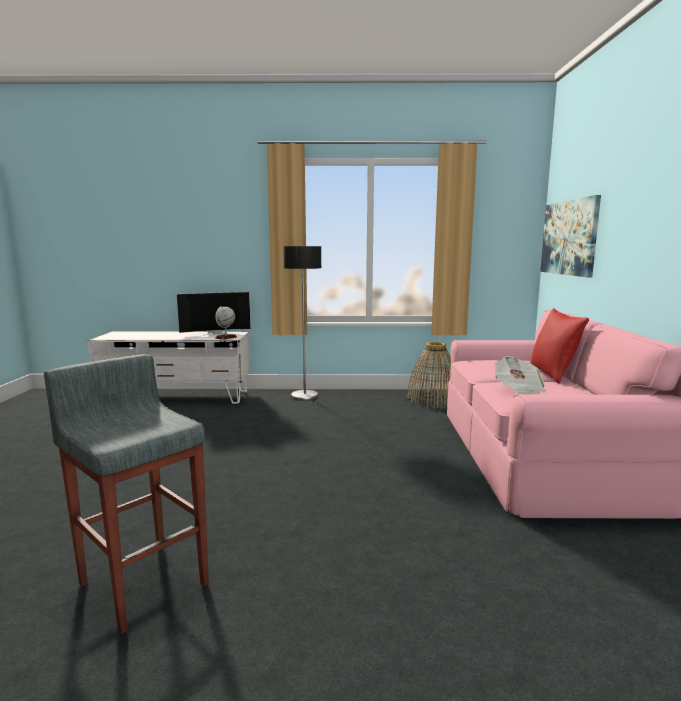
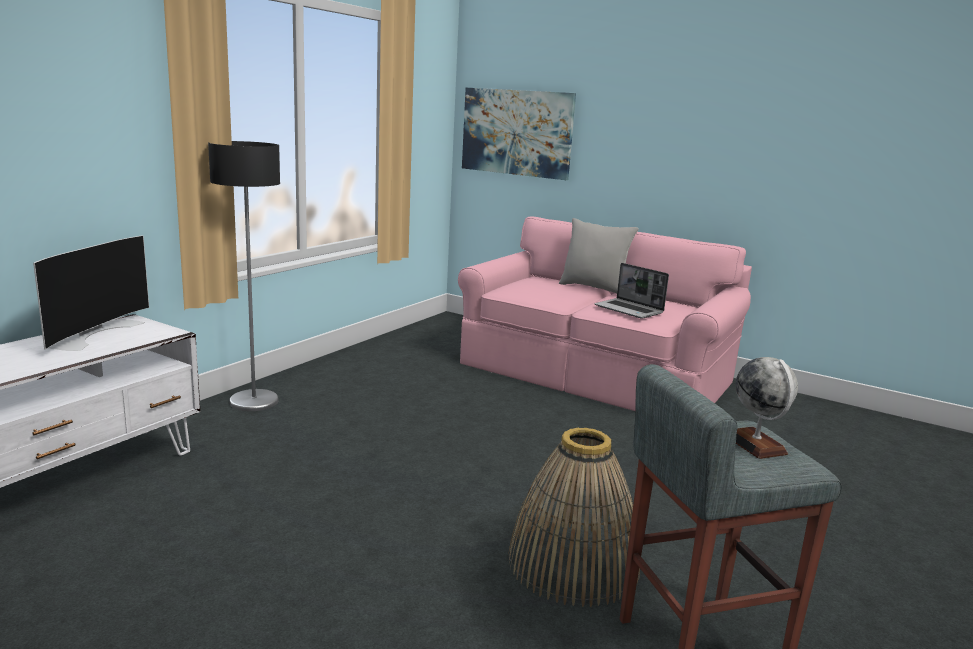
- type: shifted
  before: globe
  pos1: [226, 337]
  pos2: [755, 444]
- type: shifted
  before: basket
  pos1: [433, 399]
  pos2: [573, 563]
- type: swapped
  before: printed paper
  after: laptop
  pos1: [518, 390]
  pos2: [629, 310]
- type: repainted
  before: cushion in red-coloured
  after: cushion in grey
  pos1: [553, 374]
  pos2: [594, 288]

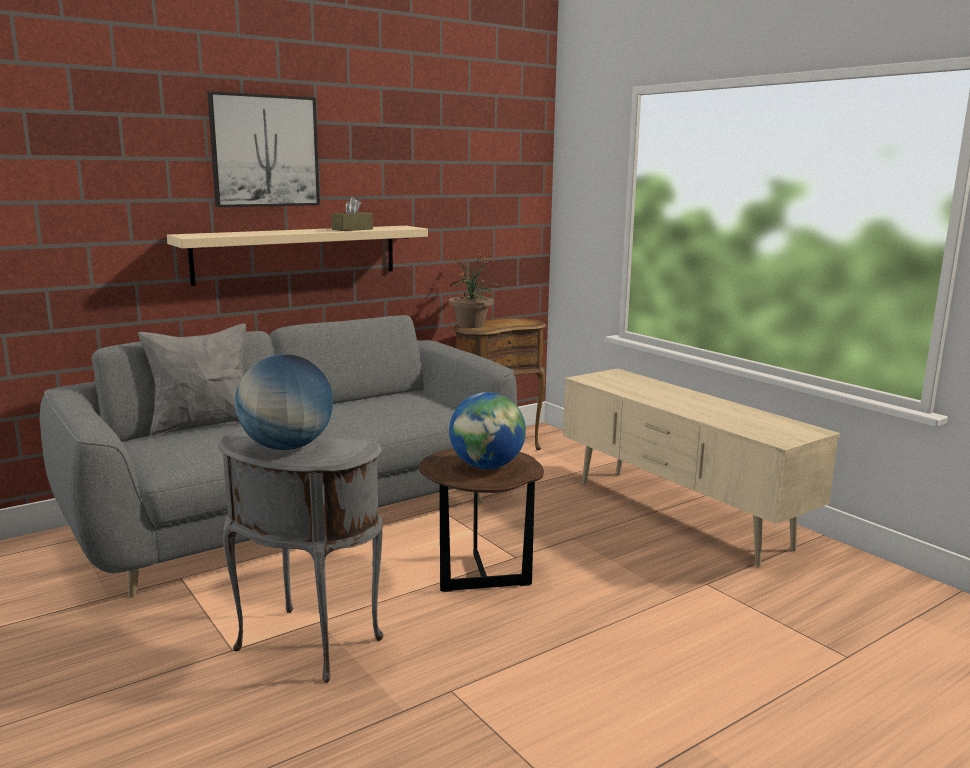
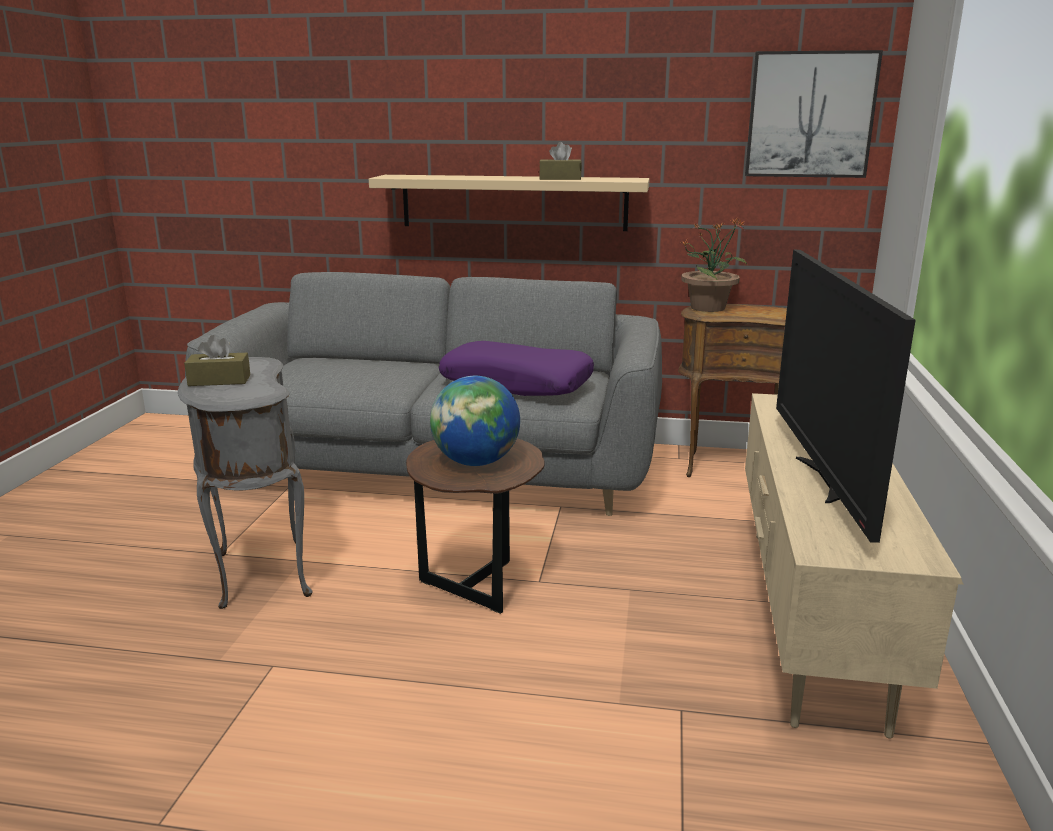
- type: gone
  before: cushion in grey
  pos1: [203, 425]
- type: new
  after: cushion in purple
  pos2: [517, 383]
- type: new
  after: television
  pos2: [822, 480]
- type: shifted
  before: wall picture
  pos1: [264, 151]
  pos2: [810, 115]
- type: swapped
  before: globe
  after: tissue box in brown
  pos1: [287, 447]
  pos2: [219, 380]

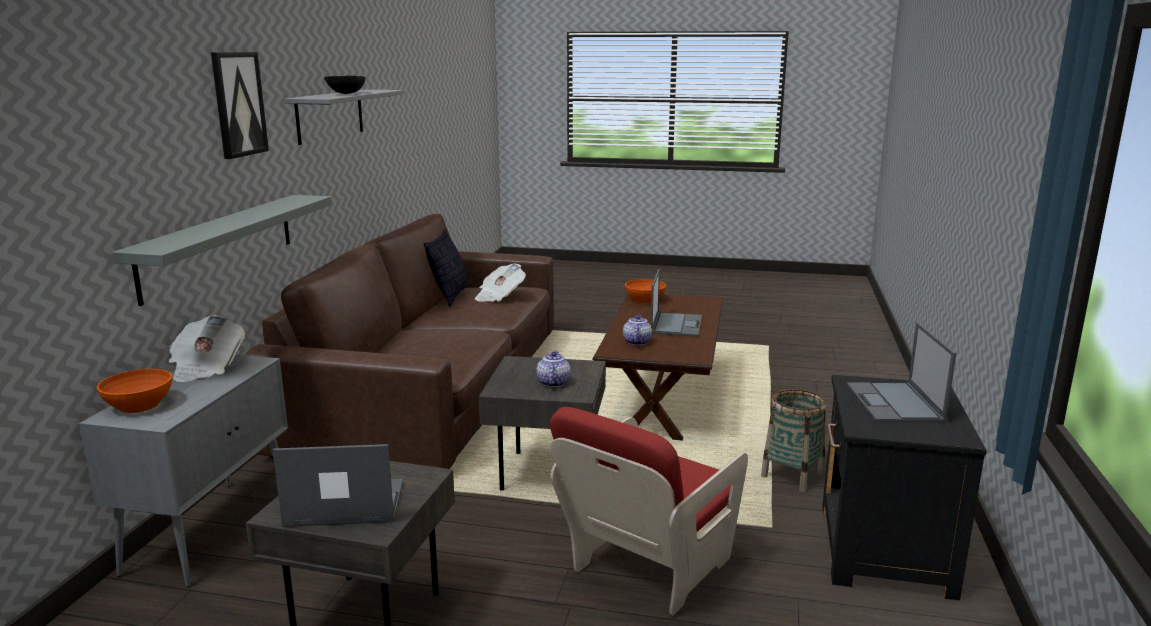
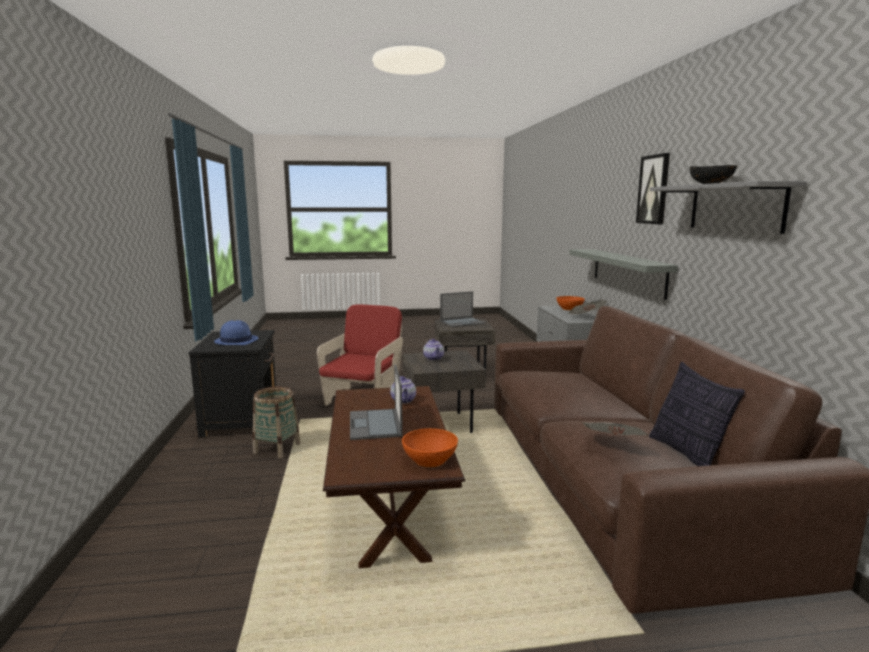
- type: swapped
  before: laptop
  after: clothing hat in bluish
  pos1: [895, 403]
  pos2: [236, 340]

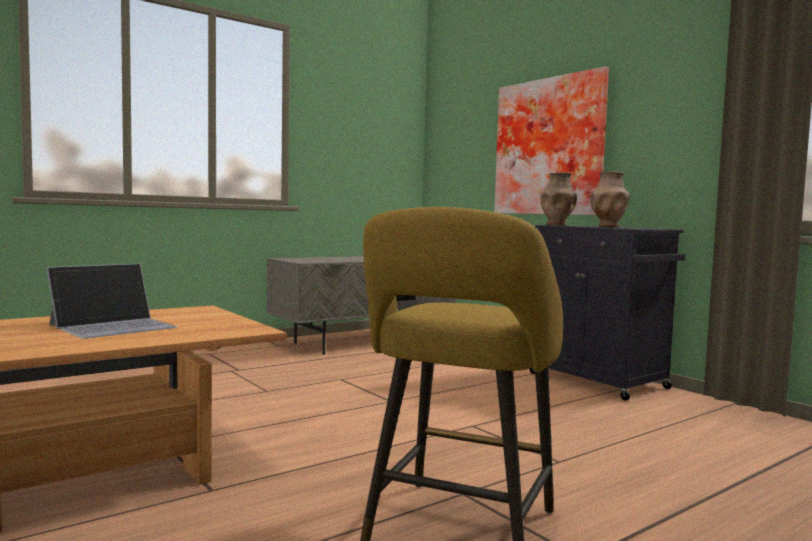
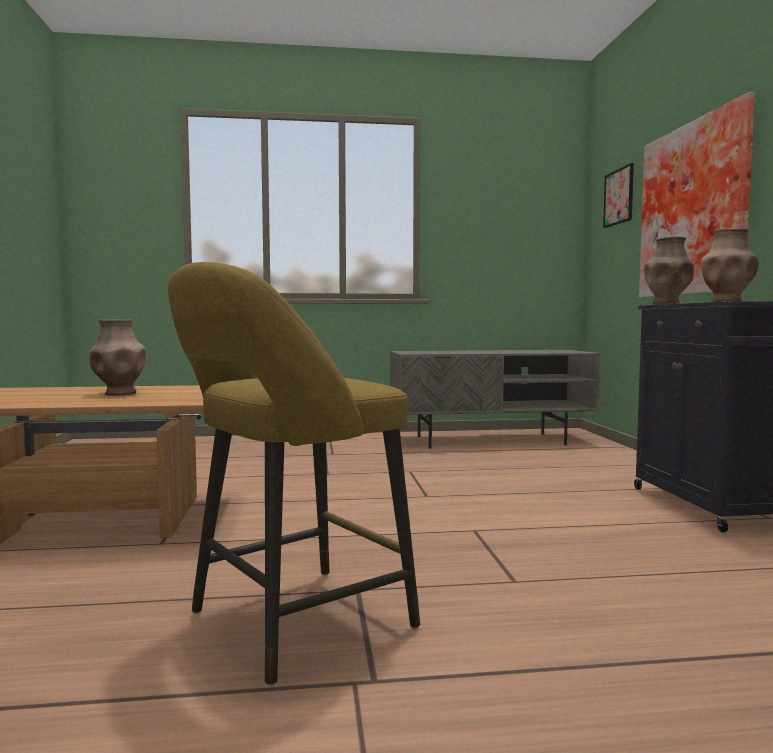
- type: new
  after: wall picture
  pos2: [619, 197]
- type: swapped
  before: laptop
  after: decorative vase in brown
  pos1: [114, 326]
  pos2: [119, 394]

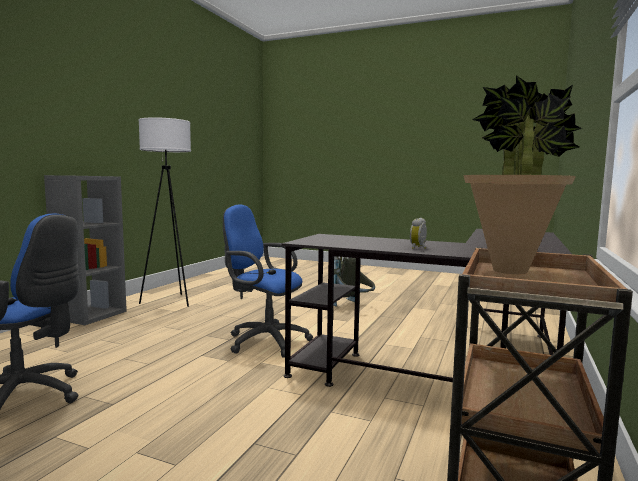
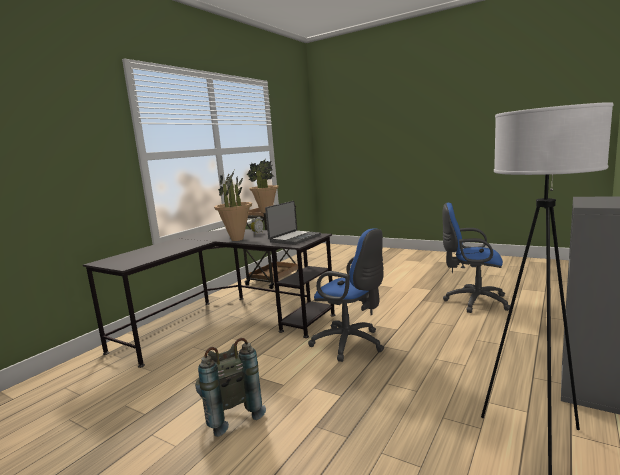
- type: new
  after: potted plant
  pos2: [237, 239]
- type: new
  after: laptop
  pos2: [294, 238]

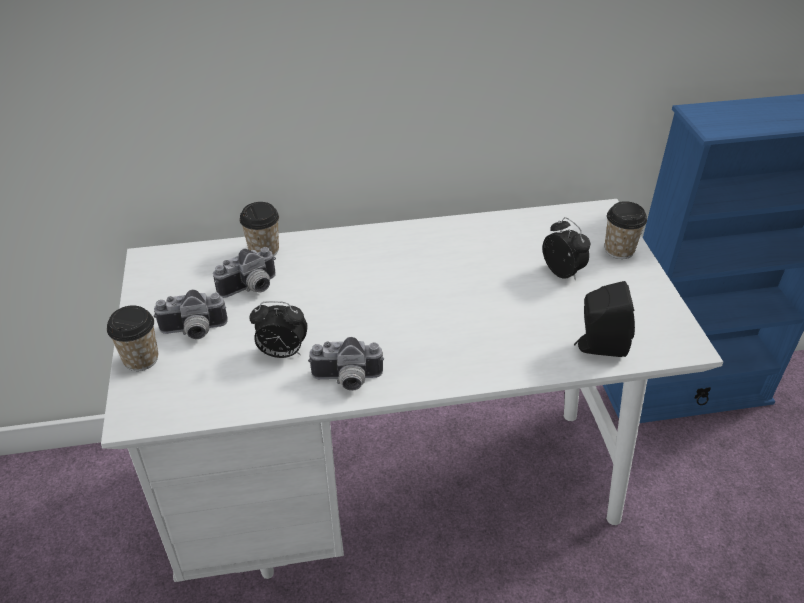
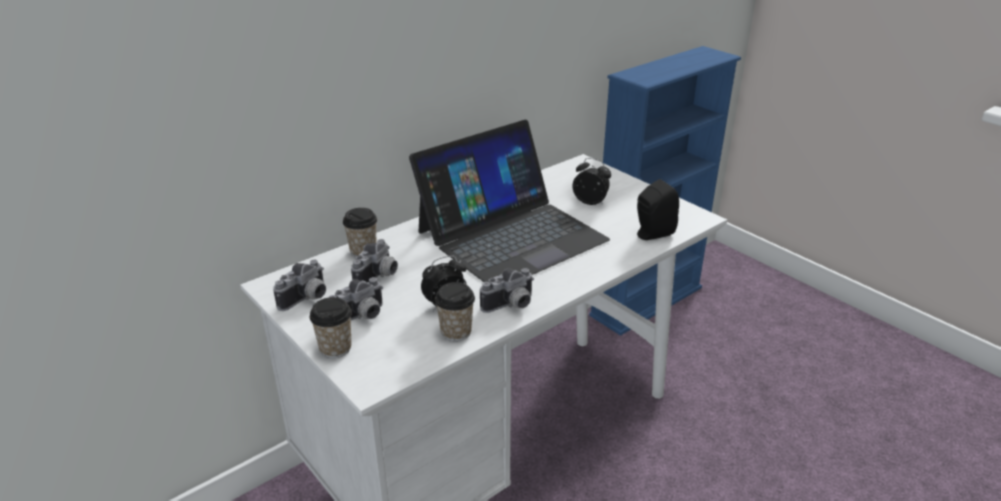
- type: new
  after: photo camera
  pos2: [307, 299]
- type: new
  after: laptop
  pos2: [511, 235]
- type: shifted
  before: small cup
  pos1: [619, 250]
  pos2: [456, 332]

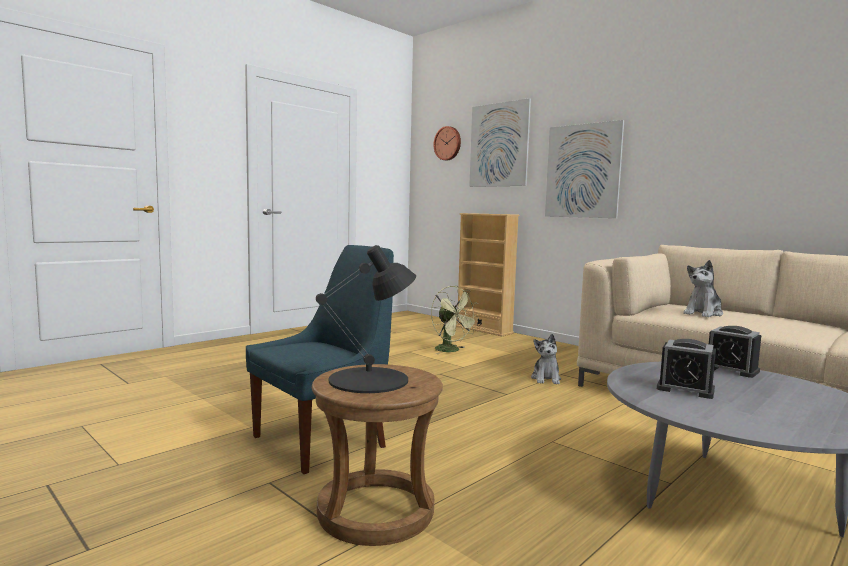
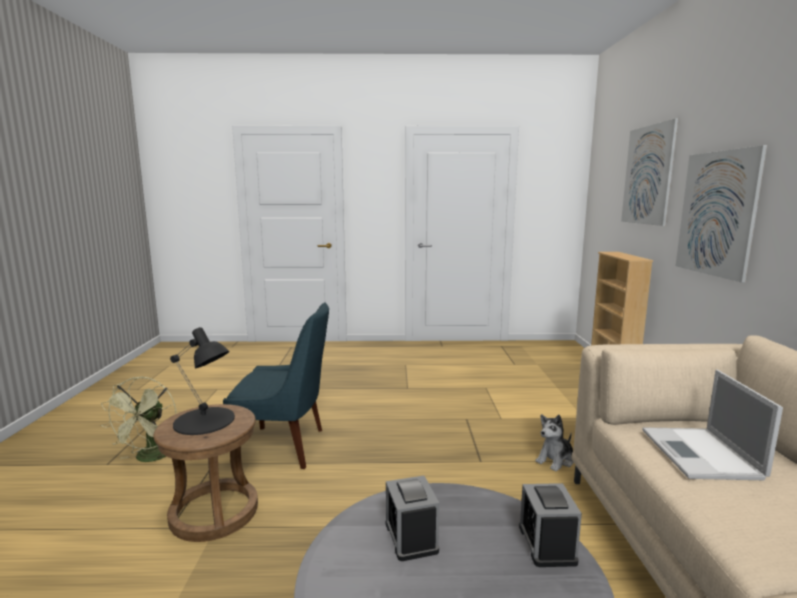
- type: gone
  before: wall clock
  pos1: [448, 143]
- type: shifted
  before: electric fan in green-coloured
  pos1: [451, 351]
  pos2: [150, 458]
- type: swapped
  before: soft toy
  after: laptop
  pos1: [703, 313]
  pos2: [701, 454]

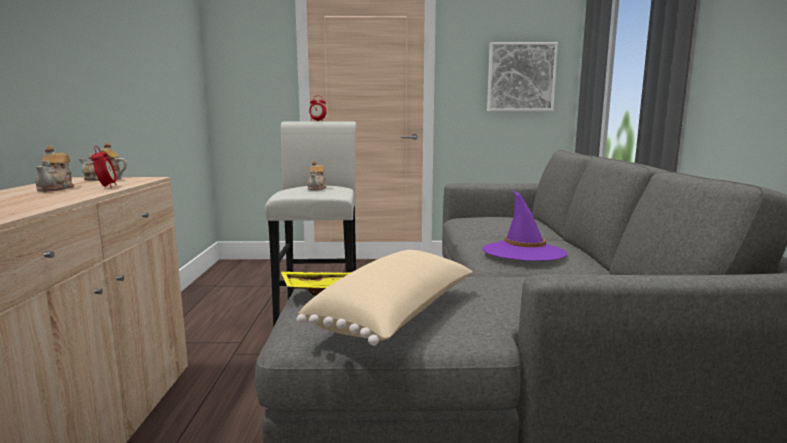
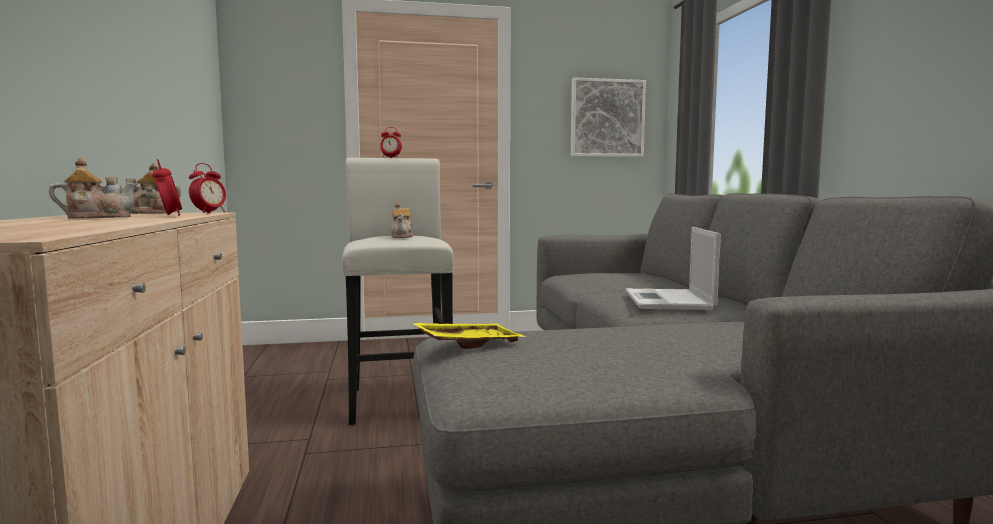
- type: gone
  before: cushion in beige-coloured
  pos1: [397, 317]
- type: new
  after: bedside clock
  pos2: [209, 213]
- type: swapped
  before: clothing hat in purple
  after: laptop
  pos1: [523, 252]
  pos2: [669, 301]
- type: rotated
  before: teapot
  pos1: [57, 188]
  pos2: [97, 217]
  turn: -90

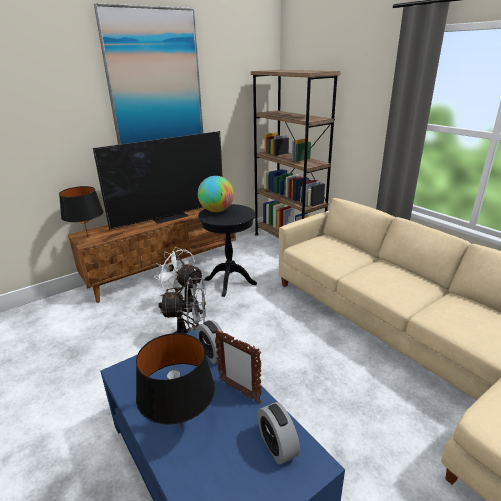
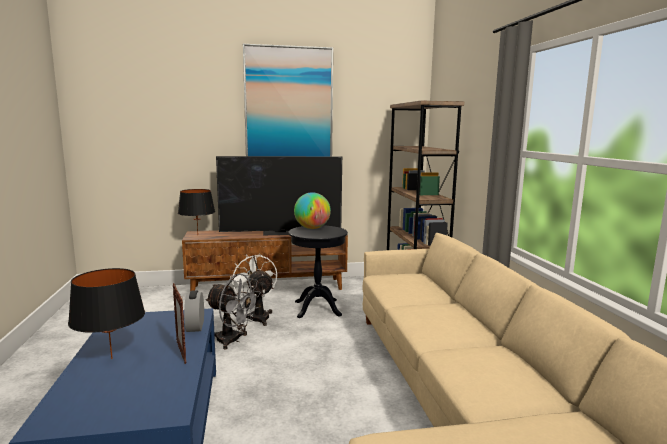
- type: gone
  before: bedside clock
  pos1: [277, 446]

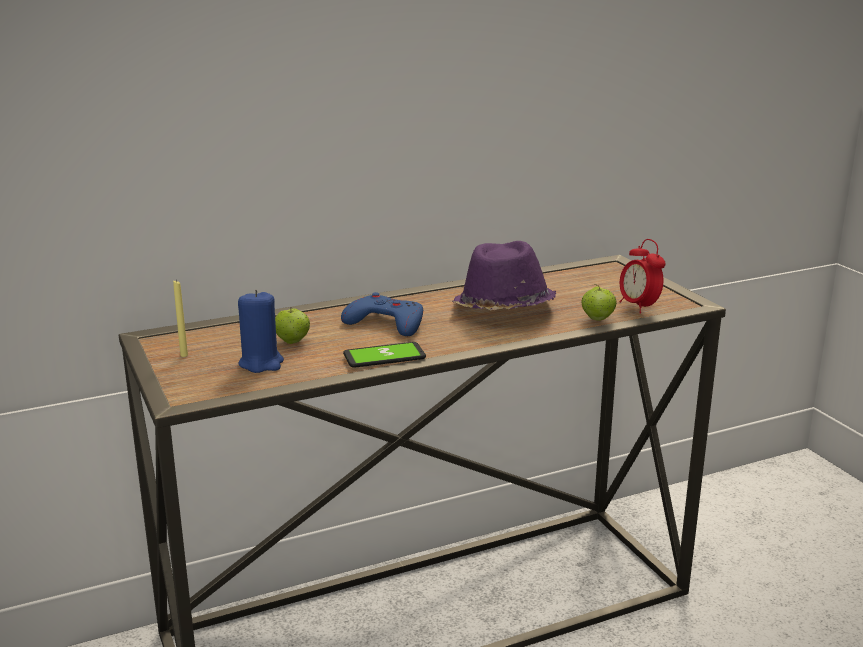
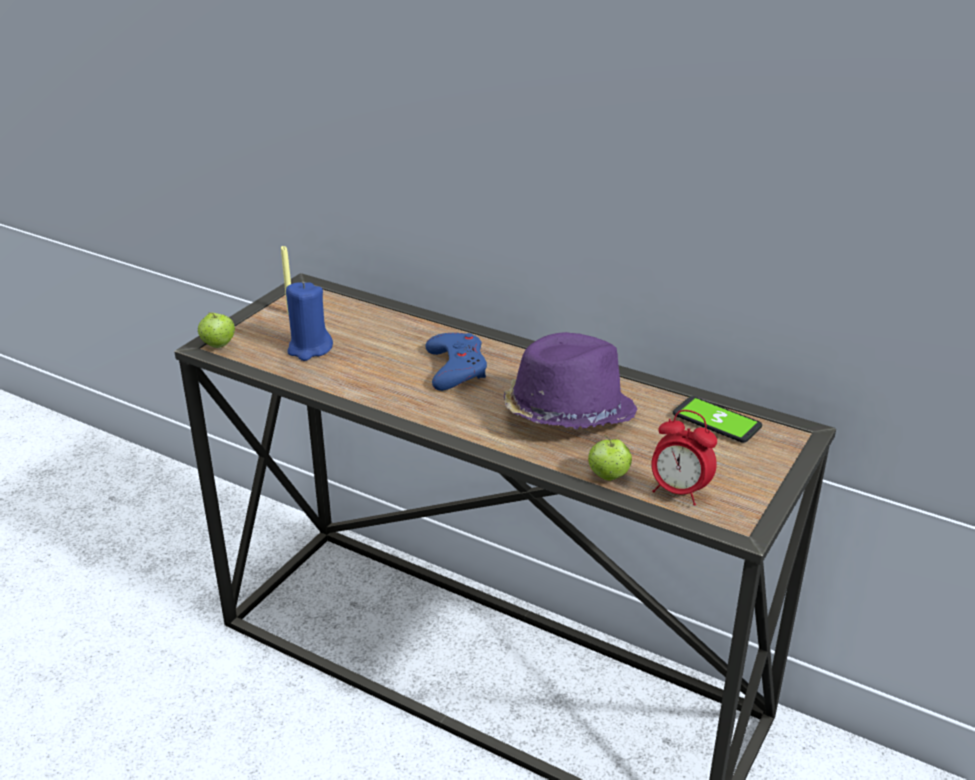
- type: shifted
  before: apple
  pos1: [292, 341]
  pos2: [218, 345]
- type: shifted
  before: handset
  pos1: [384, 356]
  pos2: [716, 421]
- type: rotated
  before: bedside clock
  pos1: [639, 307]
  pos2: [679, 492]
  turn: -90

